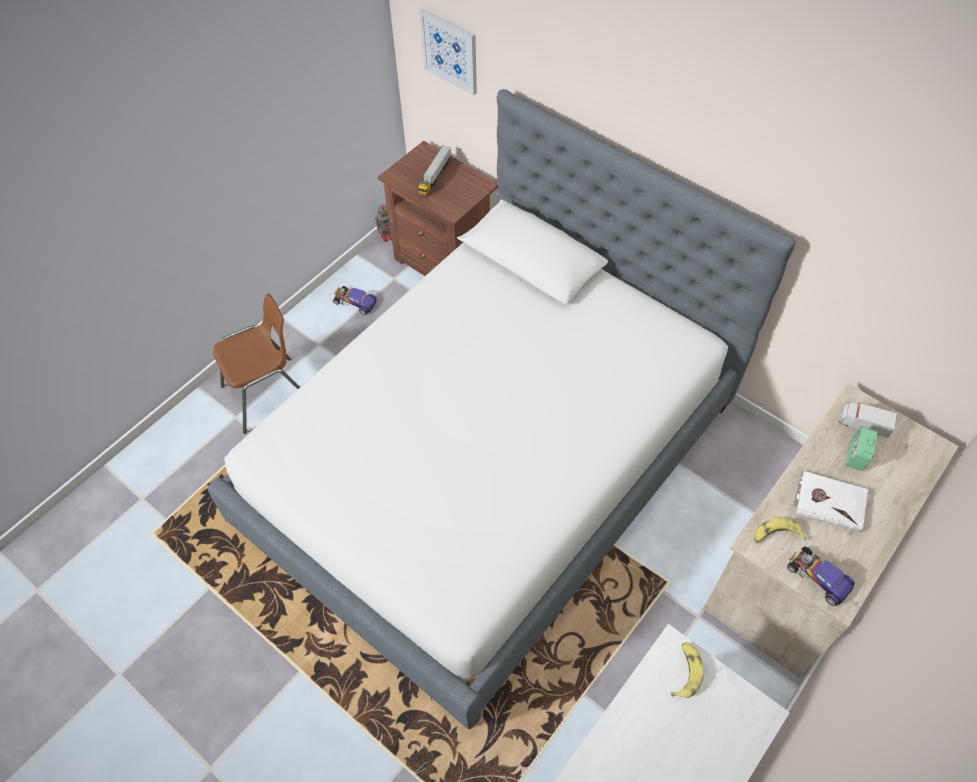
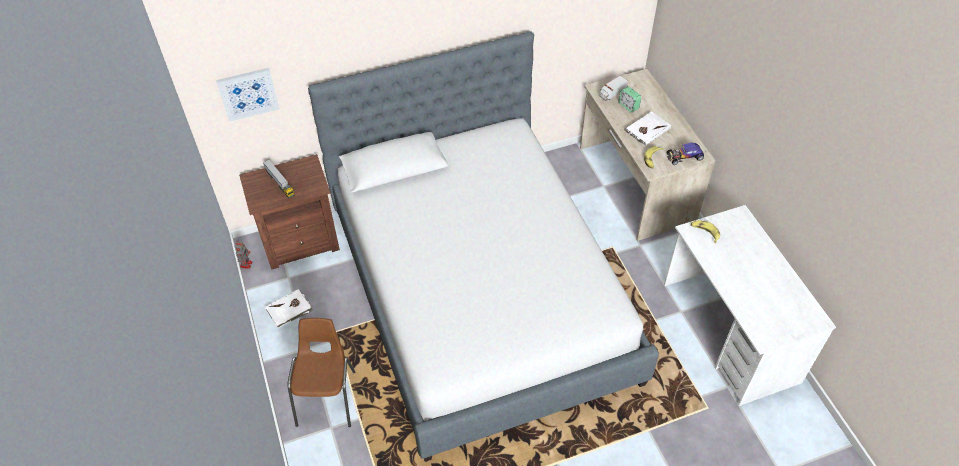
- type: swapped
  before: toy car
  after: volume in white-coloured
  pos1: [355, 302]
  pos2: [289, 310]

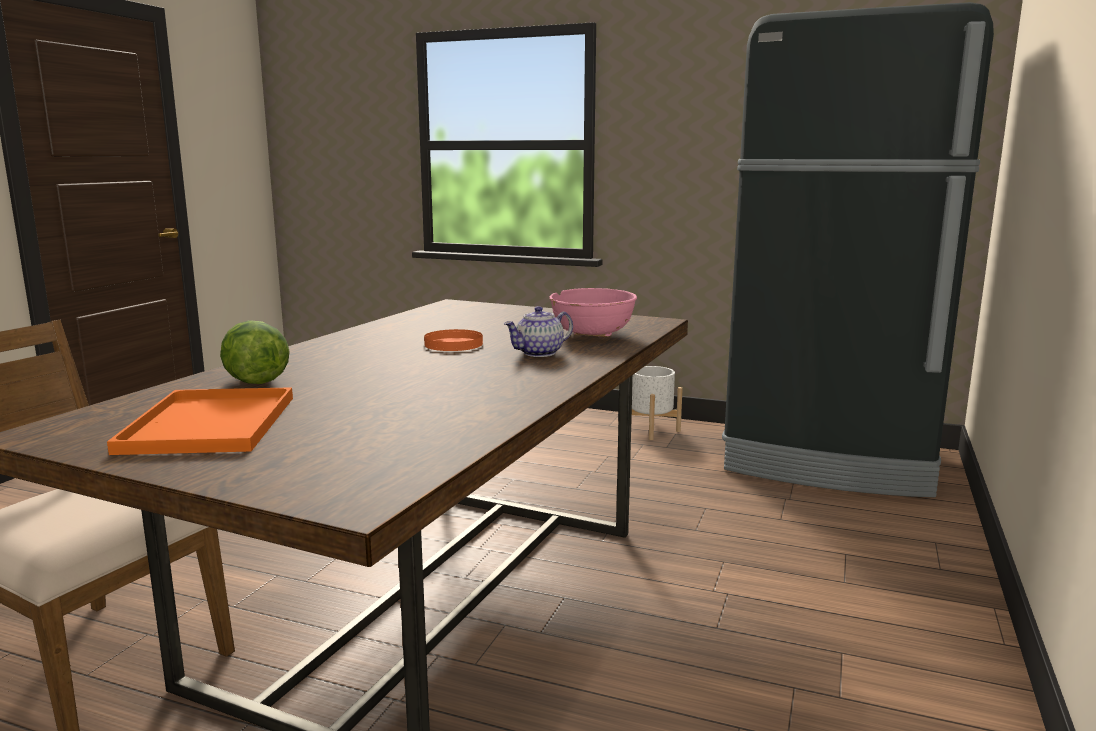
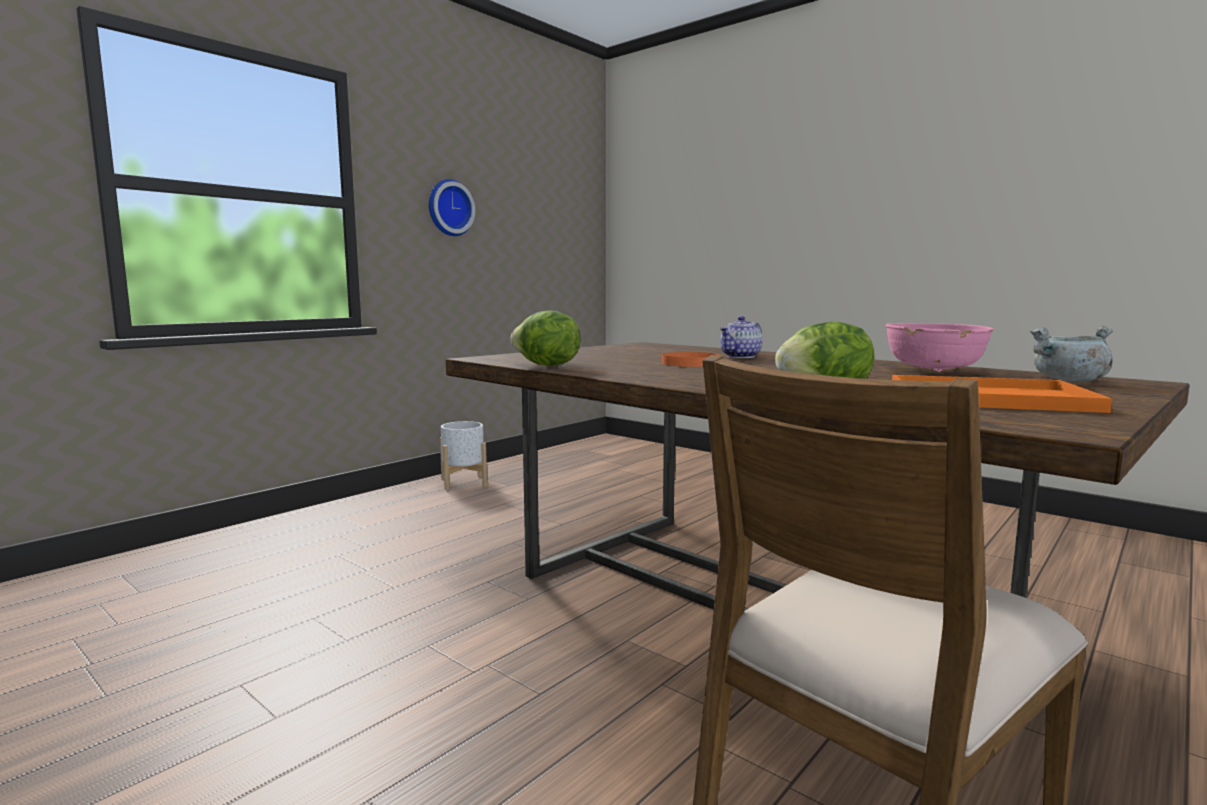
- type: gone
  before: kitchen fridge in blackish
  pos1: [829, 461]
- type: new
  after: wall clock
  pos2: [449, 208]
- type: new
  after: lettuce
  pos2: [546, 366]
- type: new
  after: stockpot in grey
  pos2: [1069, 381]
- type: shifted
  before: bowl in pinkish
  pos1: [592, 334]
  pos2: [934, 370]
- type: rotated
  before: teapot
  pos1: [539, 353]
  pos2: [741, 356]
  turn: 60

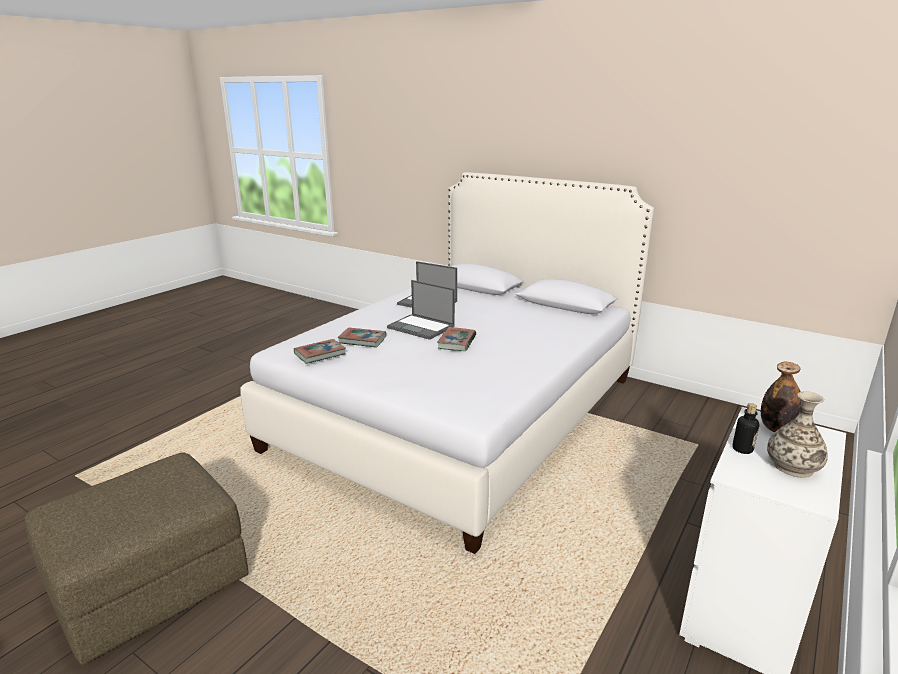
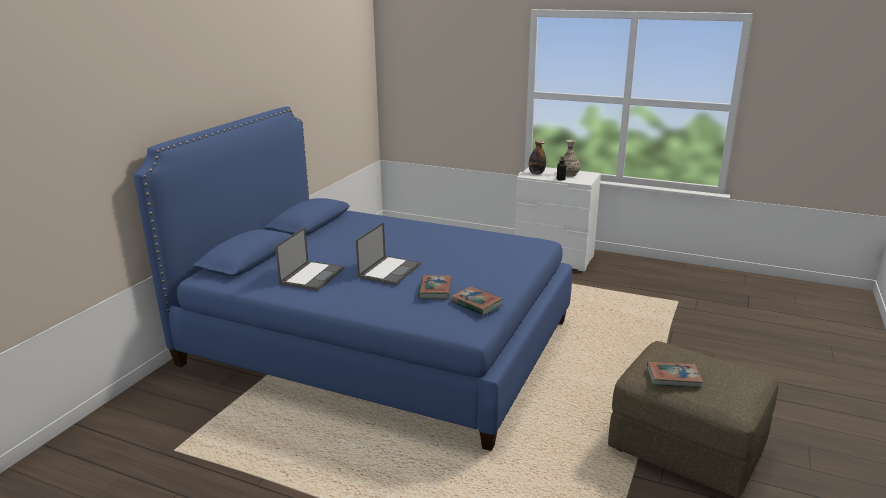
- type: shifted
  before: volume
  pos1: [457, 342]
  pos2: [673, 378]
- type: repainted
  before: sleeping bed in white-coloured
  after: sleeping bed in bluish
  pos1: [461, 411]
  pos2: [378, 342]

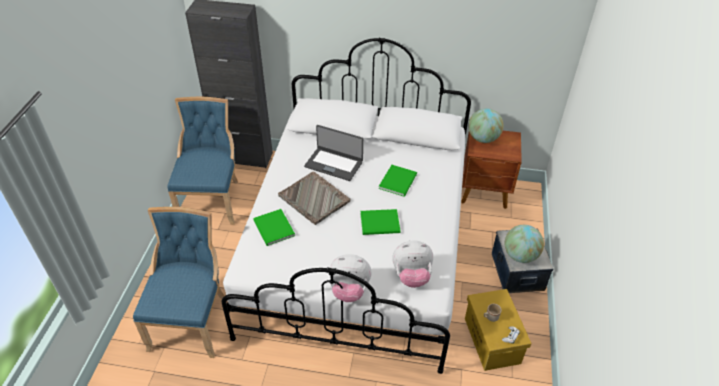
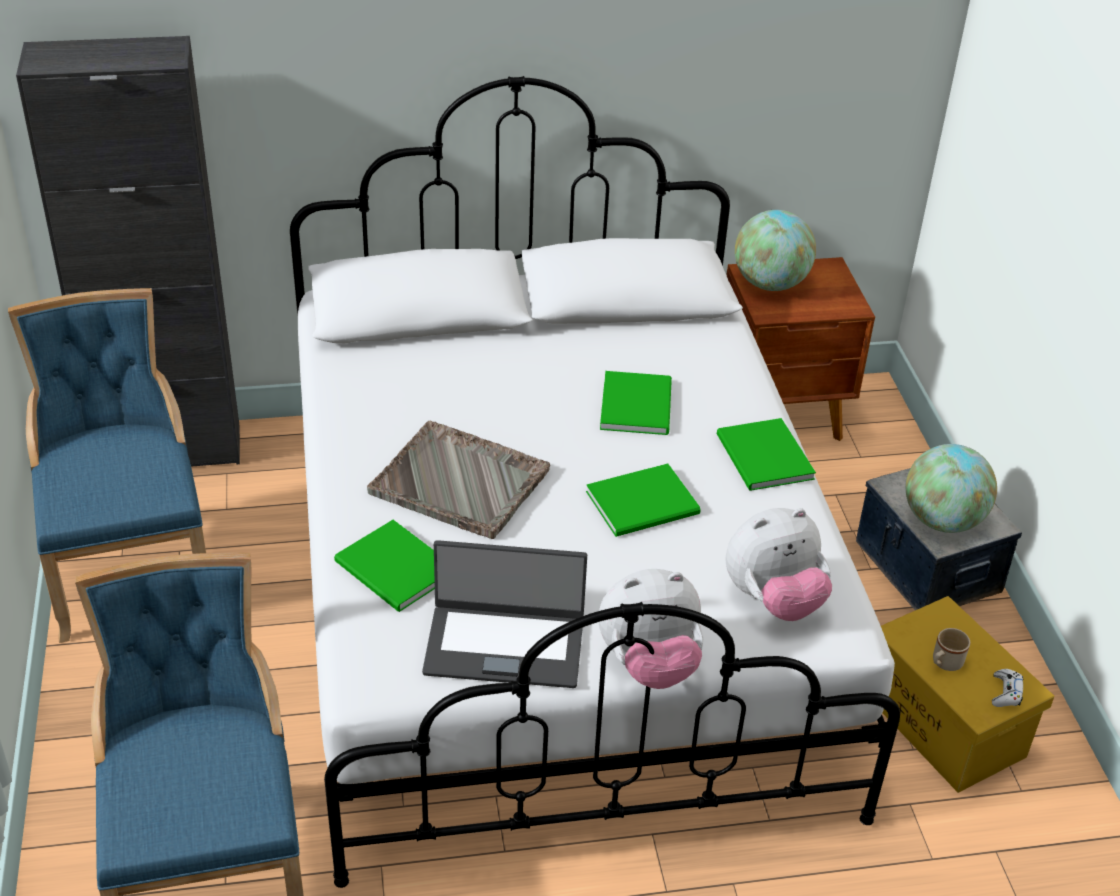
- type: new
  after: volume in green-coloured
  pos2: [763, 459]
- type: shifted
  before: laptop
  pos1: [334, 164]
  pos2: [504, 645]

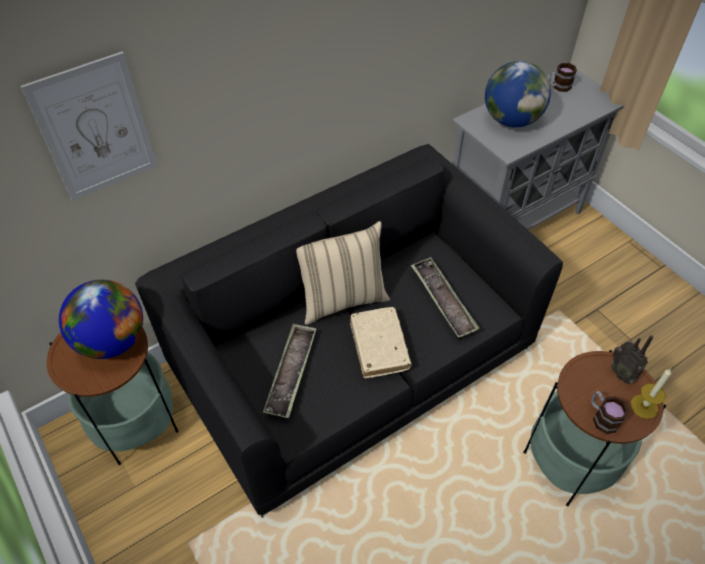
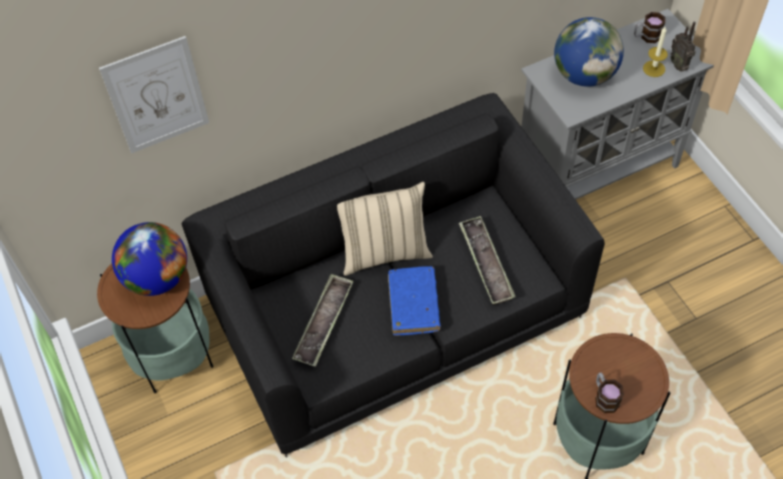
- type: shifted
  before: radio set
  pos1: [621, 373]
  pos2: [679, 65]
- type: shifted
  before: wax candle
  pos1: [644, 406]
  pos2: [654, 68]
- type: repainted
  before: volume in beige-coloured
  after: volume in bluish
  pos1: [379, 346]
  pos2: [414, 305]

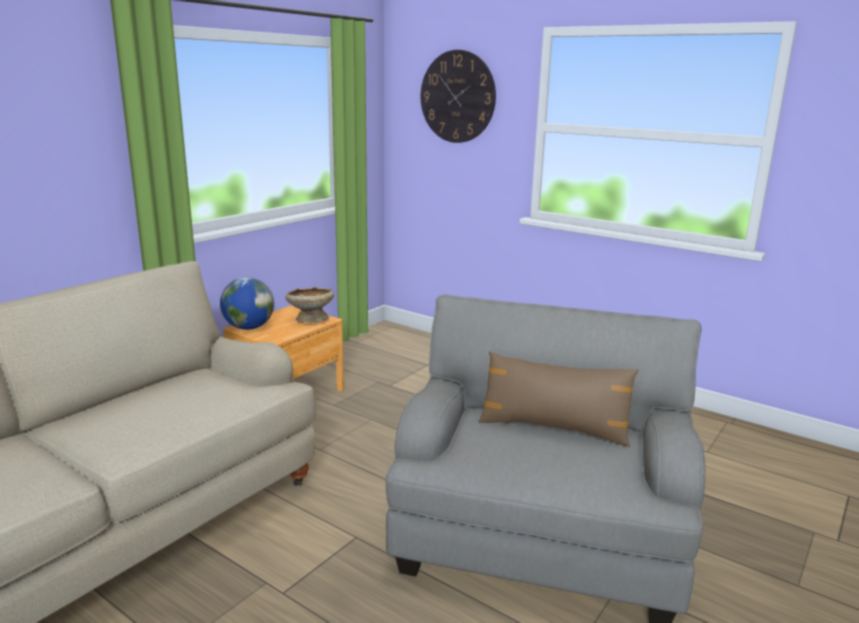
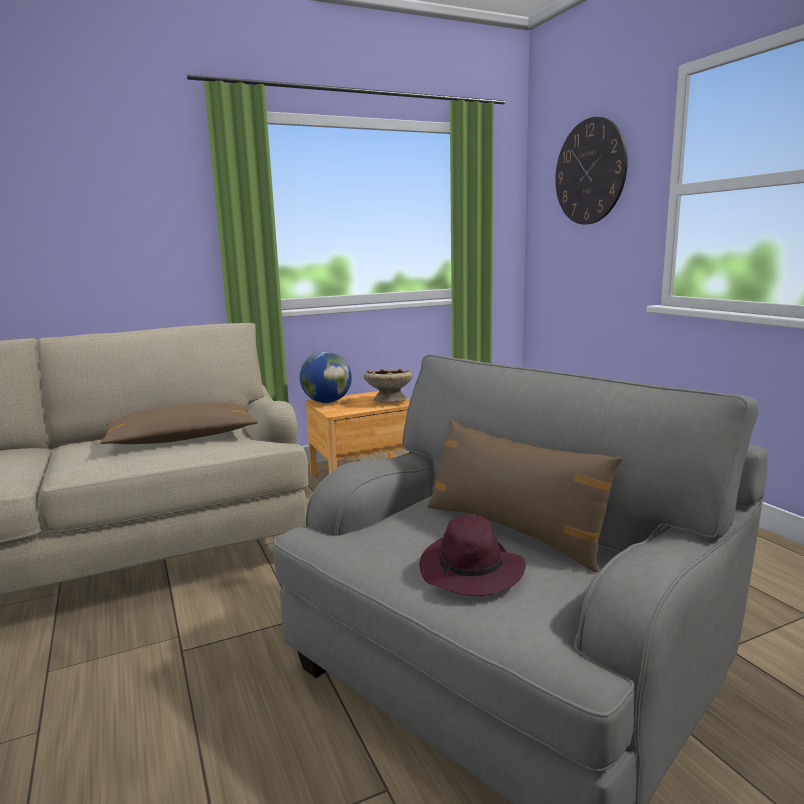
- type: new
  after: cushion in brown
  pos2: [182, 439]
- type: new
  after: clothing hat in purple
  pos2: [472, 571]

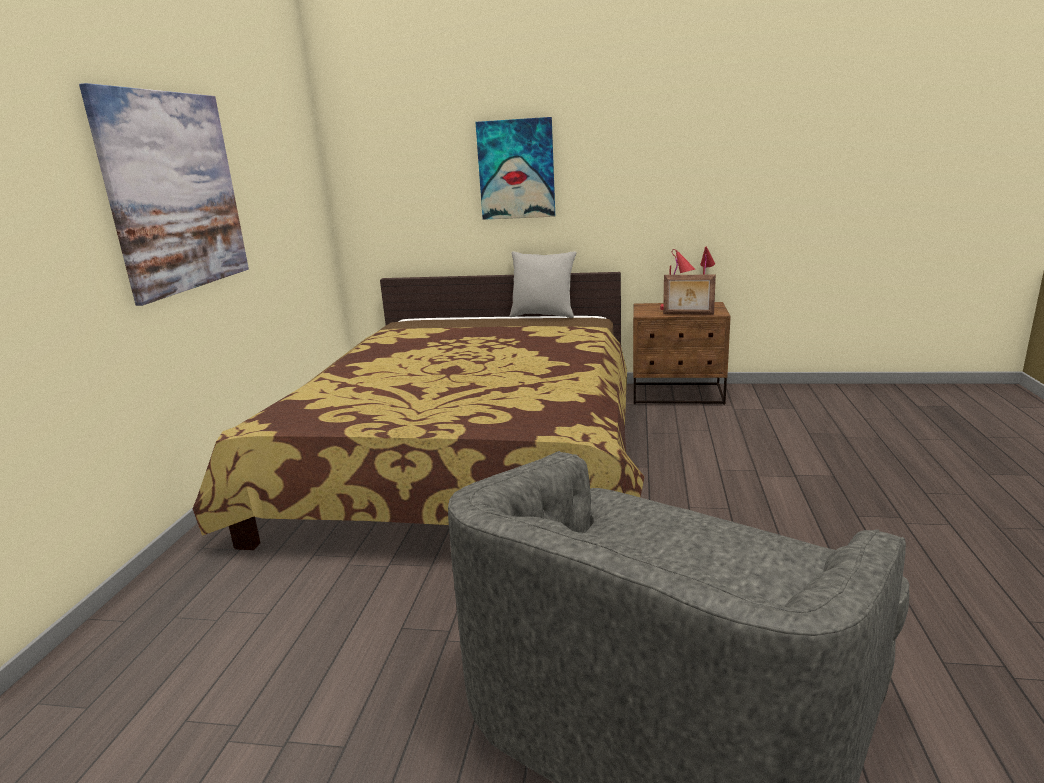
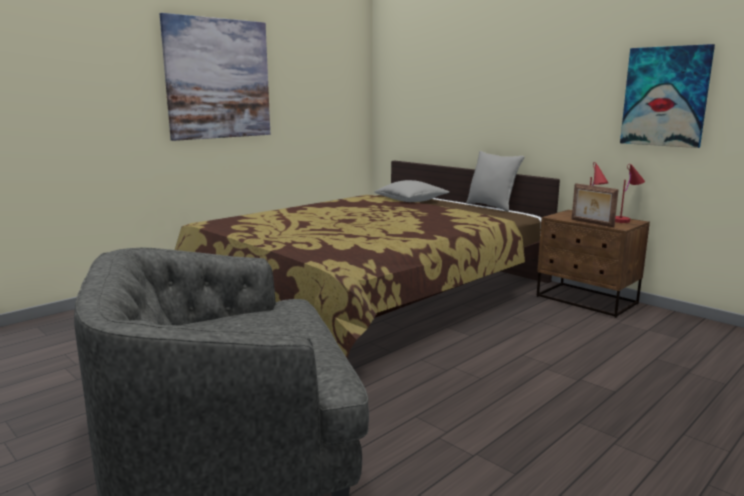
- type: new
  after: cushion in grey
  pos2: [411, 201]
- type: shifted
  before: wall picture
  pos1: [516, 169]
  pos2: [665, 96]

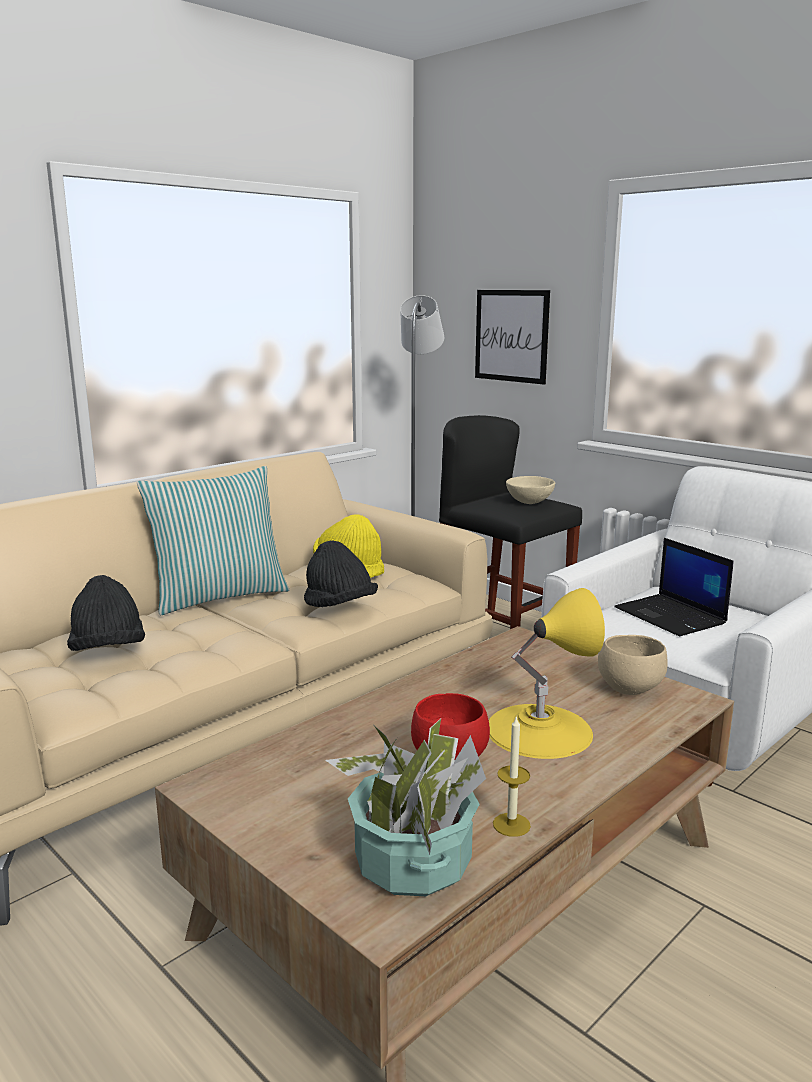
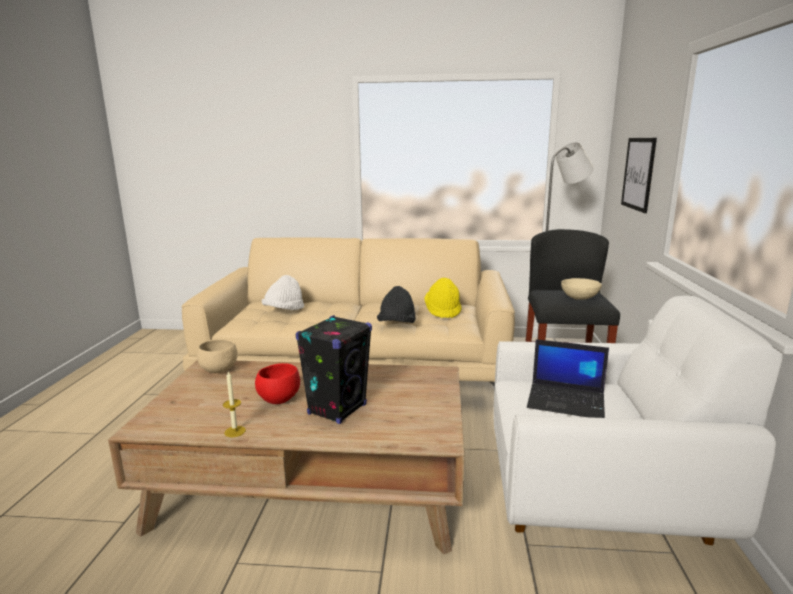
- type: gone
  before: cushion
  pos1: [219, 596]
- type: gone
  before: potted plant
  pos1: [413, 863]
- type: shifted
  before: bowl in beige-coloured
  pos1: [628, 688]
  pos2: [220, 370]
- type: swapped
  before: tabletop lamp in yellowish
  after: speaker in blackish
  pos1: [539, 730]
  pos2: [337, 409]
- type: repainted
  before: clothing hat in blackish
  after: clothing hat in white-coloured
  pos1: [108, 651]
  pos2: [284, 311]
- type: rotated
  before: laptop
  pos1: [671, 616]
  pos2: [567, 401]
  turn: -90

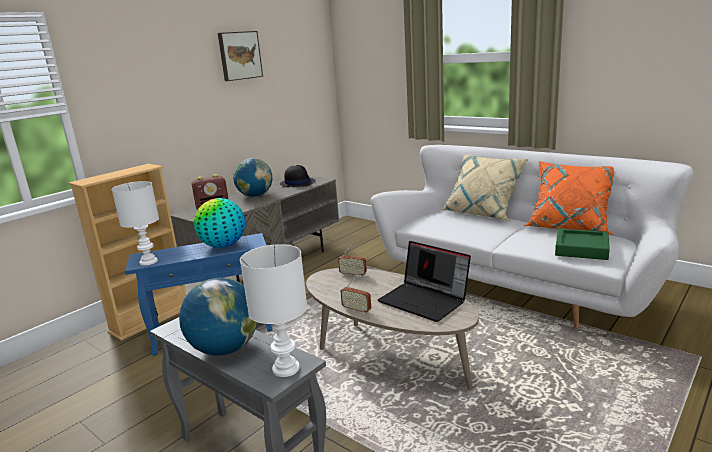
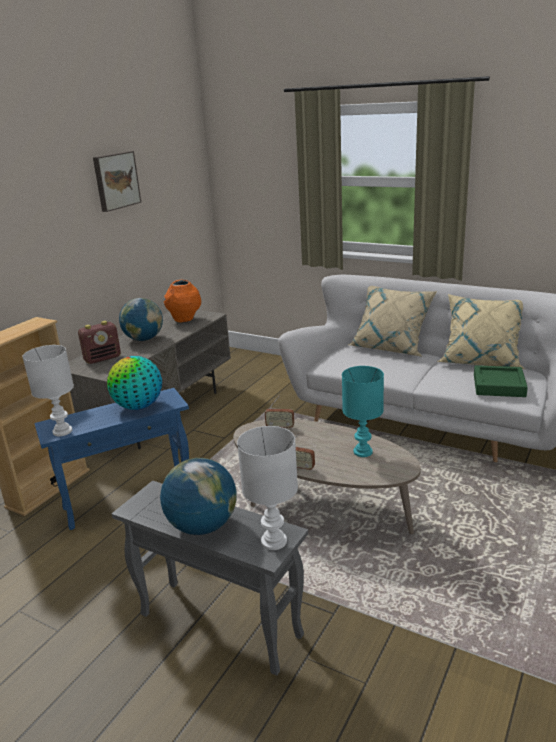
- type: swapped
  before: clothing hat in blackish
  after: decorative vase in orange
  pos1: [297, 183]
  pos2: [184, 320]
- type: swapped
  before: laptop
  after: tabletop lamp in turquoise
  pos1: [425, 300]
  pos2: [363, 452]
- type: repainted
  before: cushion in orange
  after: cushion in beige-coloured
  pos1: [570, 227]
  pos2: [481, 361]

